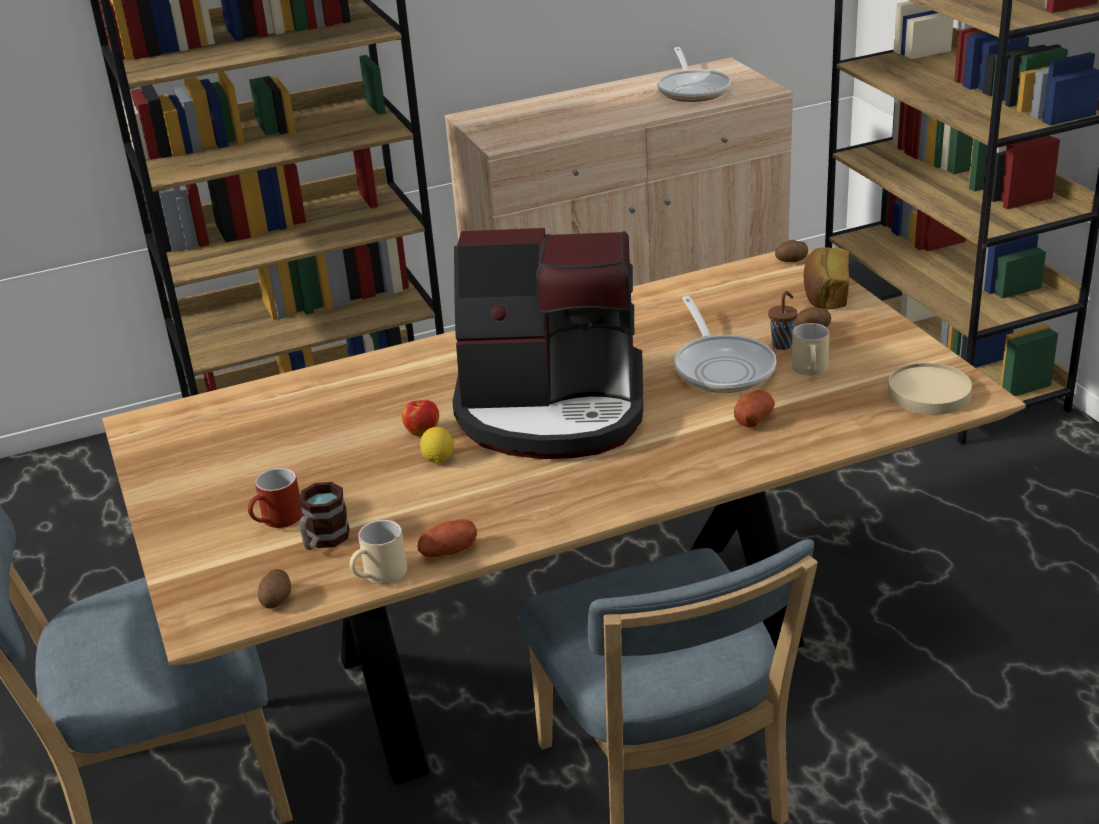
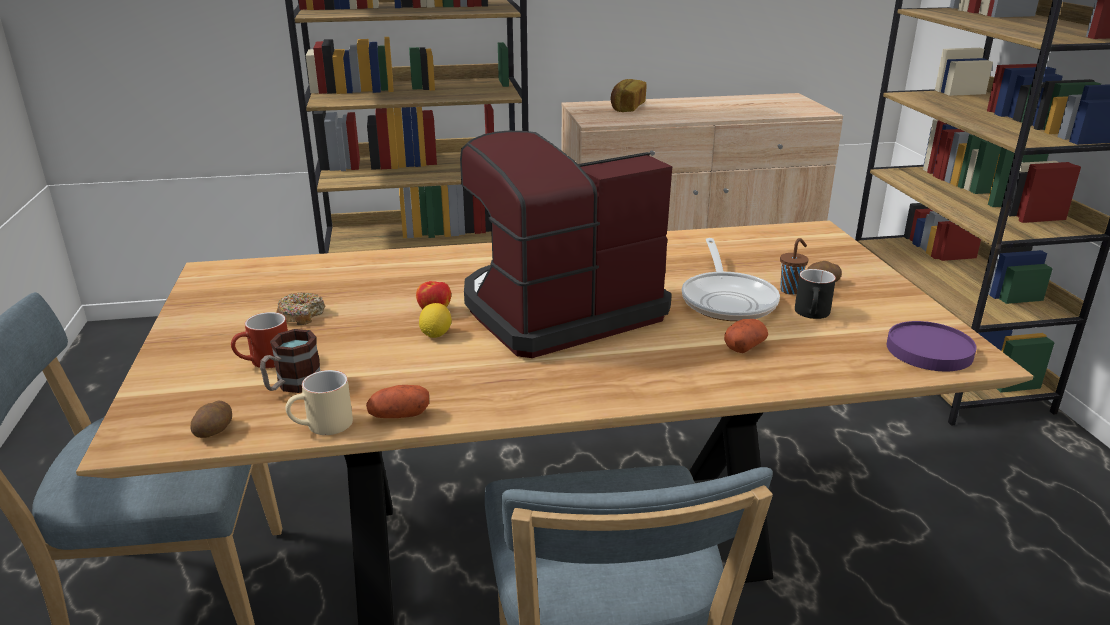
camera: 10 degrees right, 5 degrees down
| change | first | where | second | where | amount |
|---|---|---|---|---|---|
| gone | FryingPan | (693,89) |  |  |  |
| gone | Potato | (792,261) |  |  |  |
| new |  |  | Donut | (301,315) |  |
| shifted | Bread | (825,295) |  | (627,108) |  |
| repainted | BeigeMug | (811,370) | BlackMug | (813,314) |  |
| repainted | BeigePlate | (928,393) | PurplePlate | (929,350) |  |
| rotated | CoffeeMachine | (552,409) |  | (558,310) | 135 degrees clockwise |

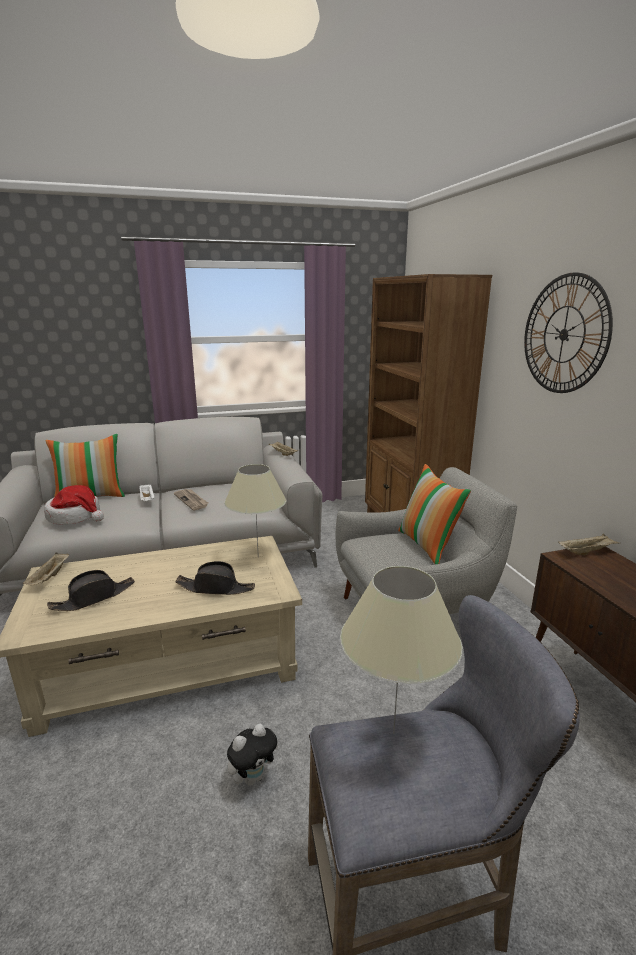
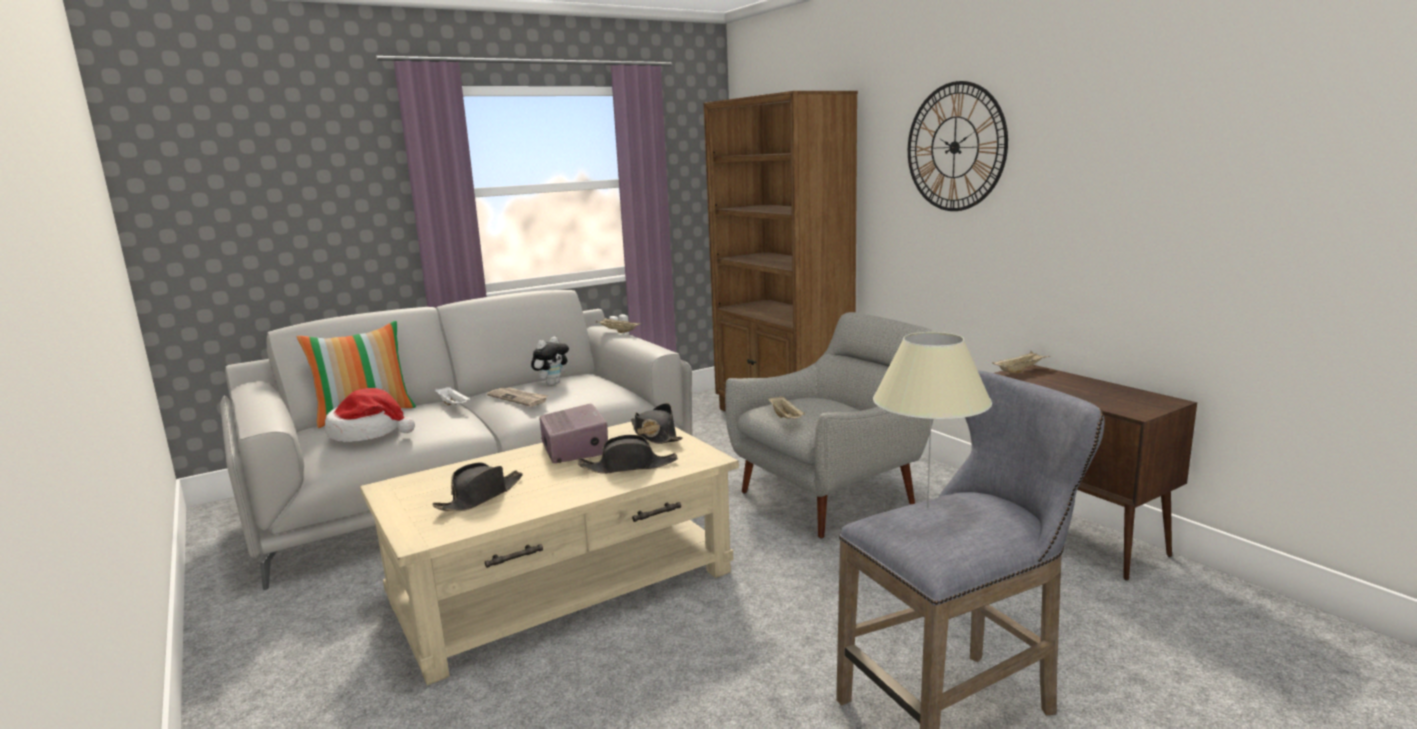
camera: 15 degrees left, 5 degrees down
| change | first | where | second | where | amount |
|---|---|---|---|---|---|
| gone | Pillow | (428,545) |  |  |  |
| new |  |  | Radio | (575,449) |  |
| shifted | BeigeTray | (49,578) |  | (786,418) |  |
| shifted | PlushToy | (253,777) |  | (552,383) |  |
| swapped | BeigeTableLamp | (258,557) | BlackHat | (655,435) |  |

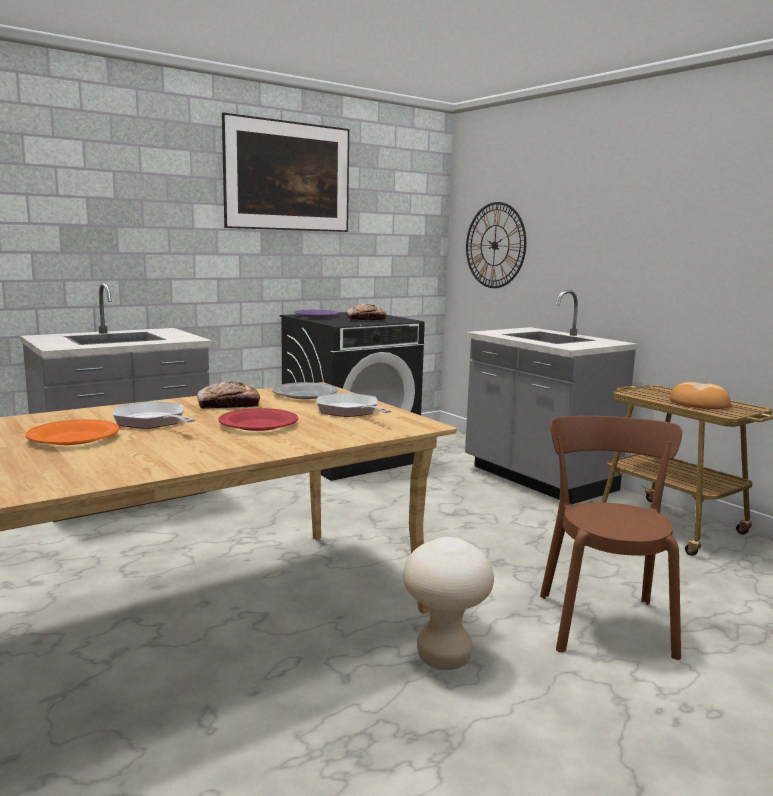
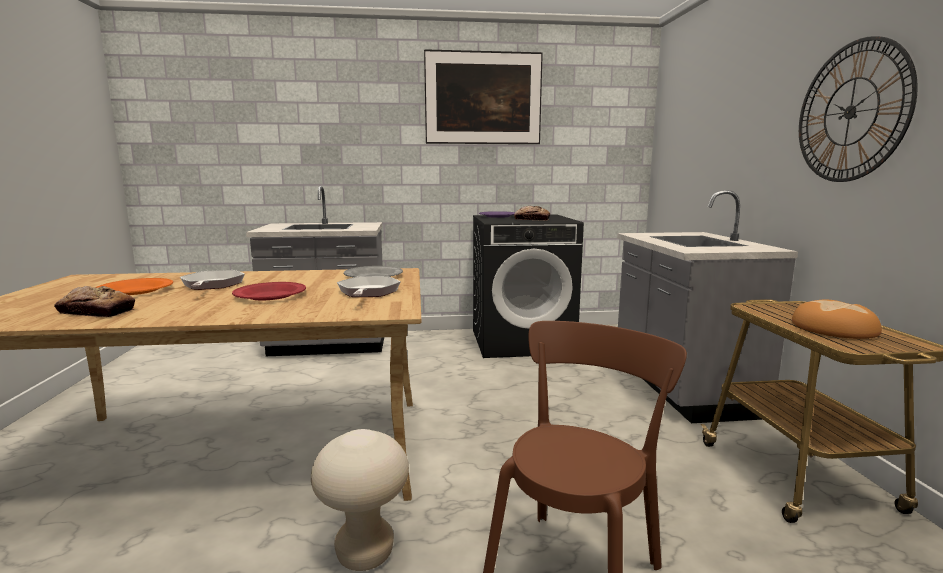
camera: 30 degrees right, 0 degrees up
| change | first | where | second | where | amount |
|---|---|---|---|---|---|
| shifted | Bread | (228,405) |  | (96,312) |  |
| shifted | WallClock | (495,245) |  | (850,112) |  |

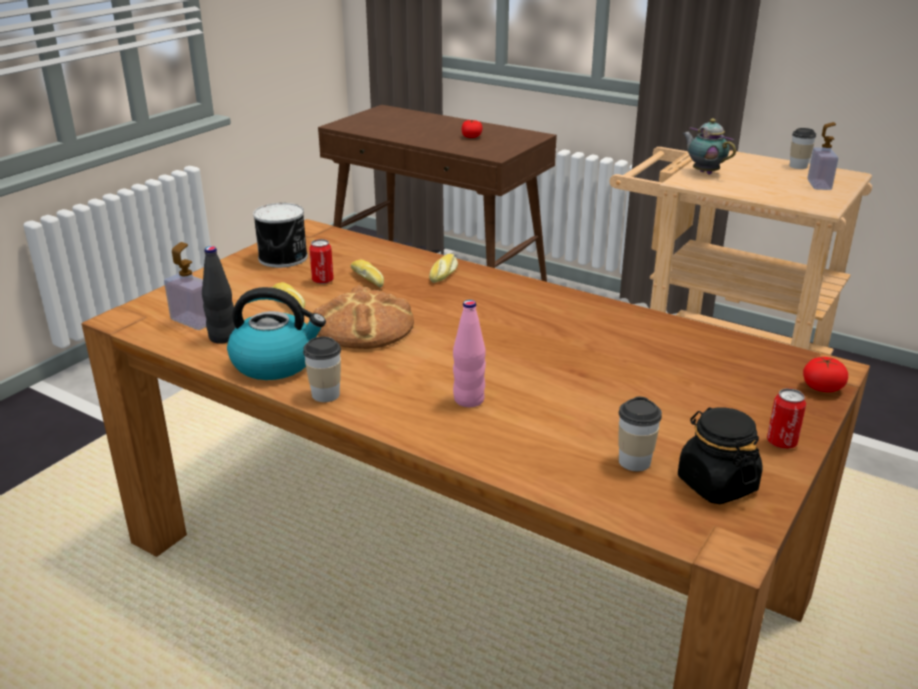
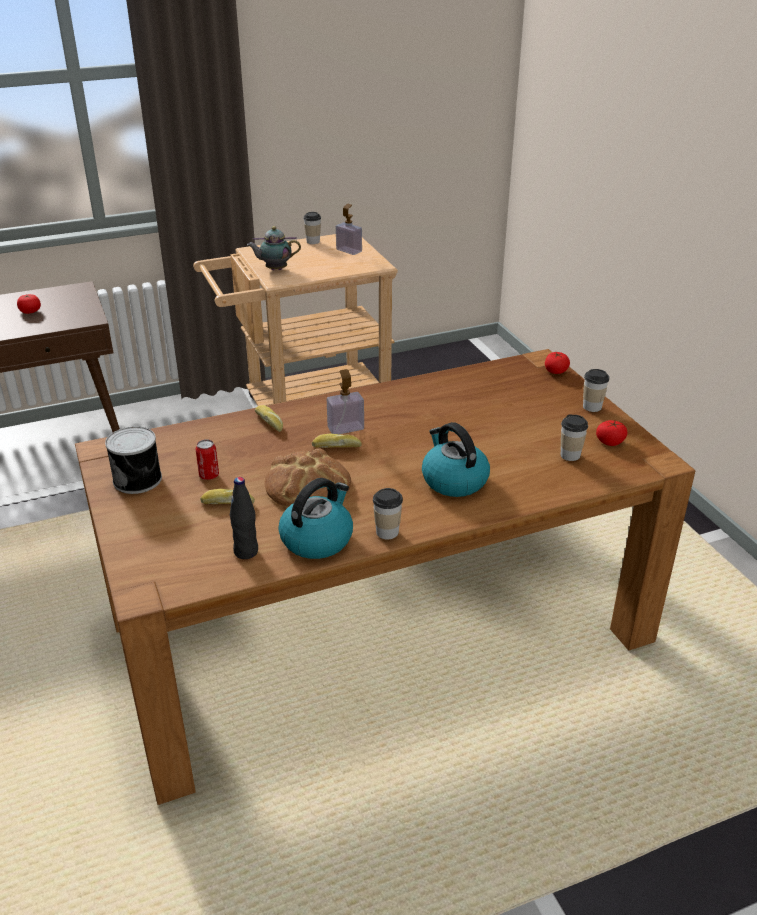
camera: 55 degrees left, 5 degrees up
| change | first | where | second | where | amount |
|---|---|---|---|---|---|
| shifted | SoapDispenser | (193,321) |  | (345,428) |  |
| shifted | Bread | (369,279) |  | (336,446) |  |
| swapped | PinkBottle | (469,400) | Kettle | (453,480) |  |
| swapped | BlackJar | (716,484) | Tomato | (610,441) |  |
| swapped | Can | (781,442) | Cup | (592,407) |  |

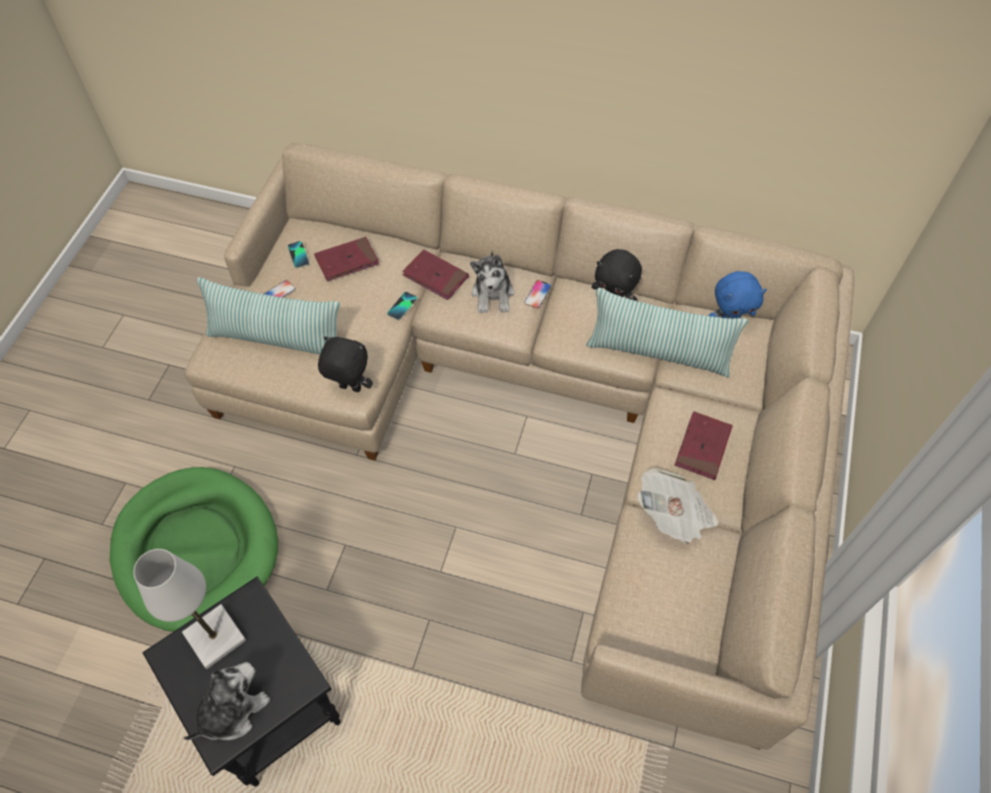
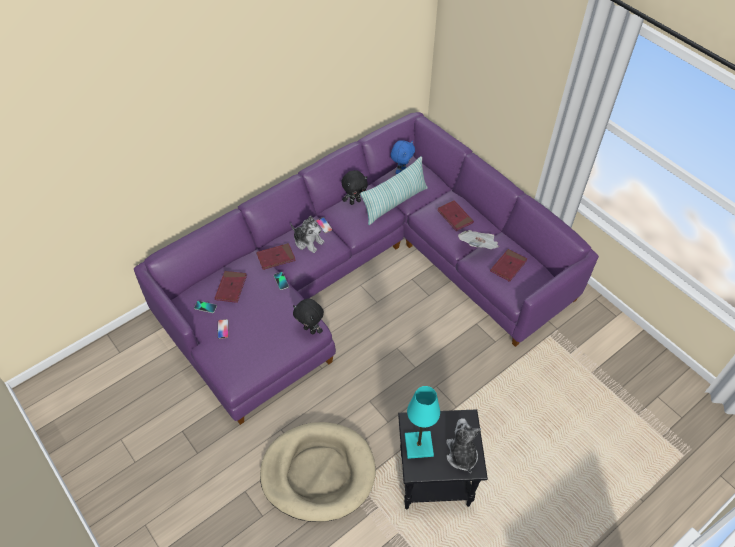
camera: 55 degrees left, 5 degrees down
| change | first | where | second | where | amount |
|---|---|---|---|---|---|
| gone | Pillow | (277,339) |  |  |  |
| new |  |  | RedBook | (508,266) |  |
| repainted | GreenDogBed | (196,550) | BeigeDogBed | (318,473) |  |
| repainted | WhiteTableLamp | (215,637) | TurquoiseTableLamp | (419,445) |  |
| repainted | BeigeSofa | (543,407) | PurpleSofa | (361,276) |  |
| rotated | BlackPlushToy | (349,389) |  | (310,330) | 105 degrees counterclockwise |

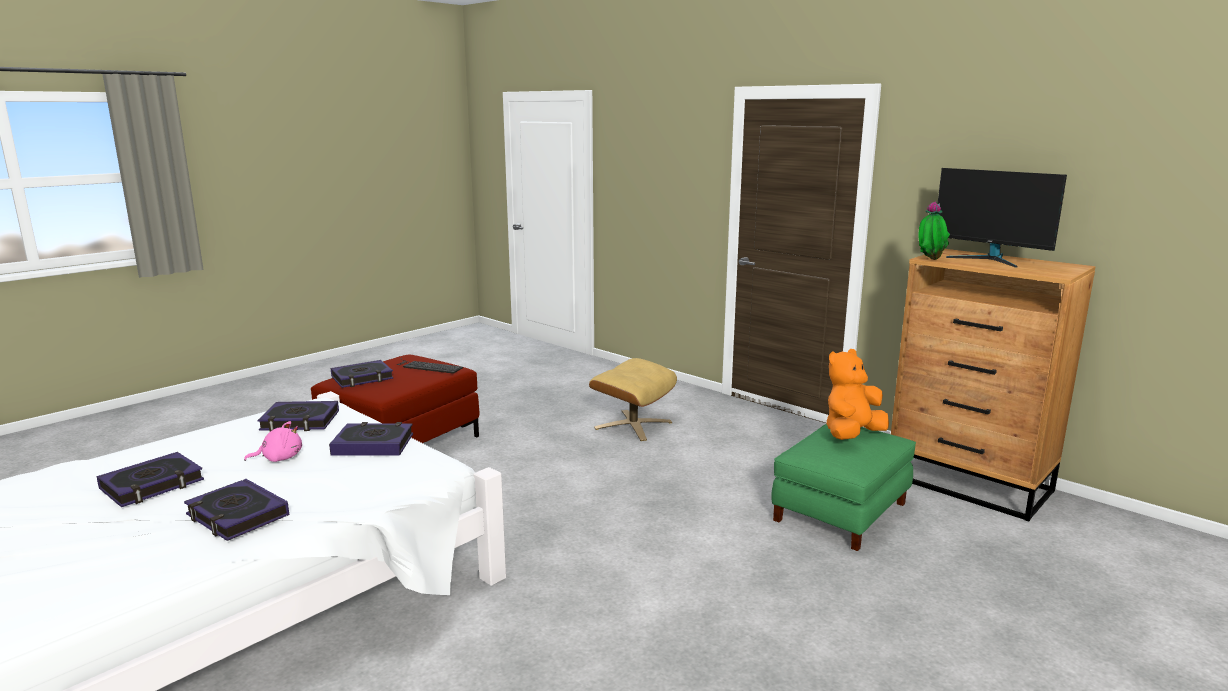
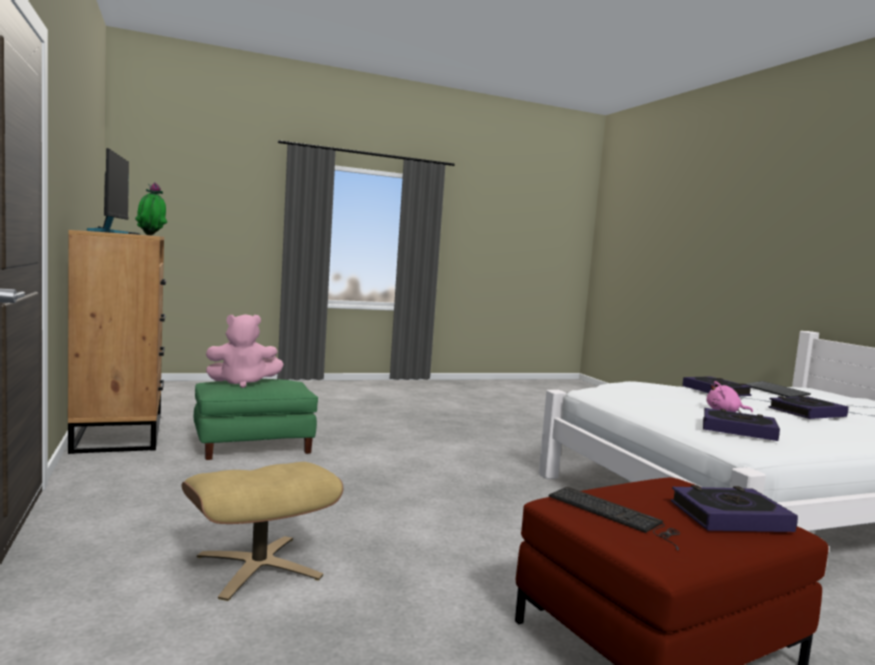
camera: 155 degrees left, 10 degrees down
| change | first | where | second | where | amount |
|---|---|---|---|---|---|
| gone | Book | (373,445) |  |  |  |
| new |  |  | Keyboard | (776,391) |  |
| repainted | OrangePlushToy | (852,435) | PinkPlushToy | (242,383) |  |

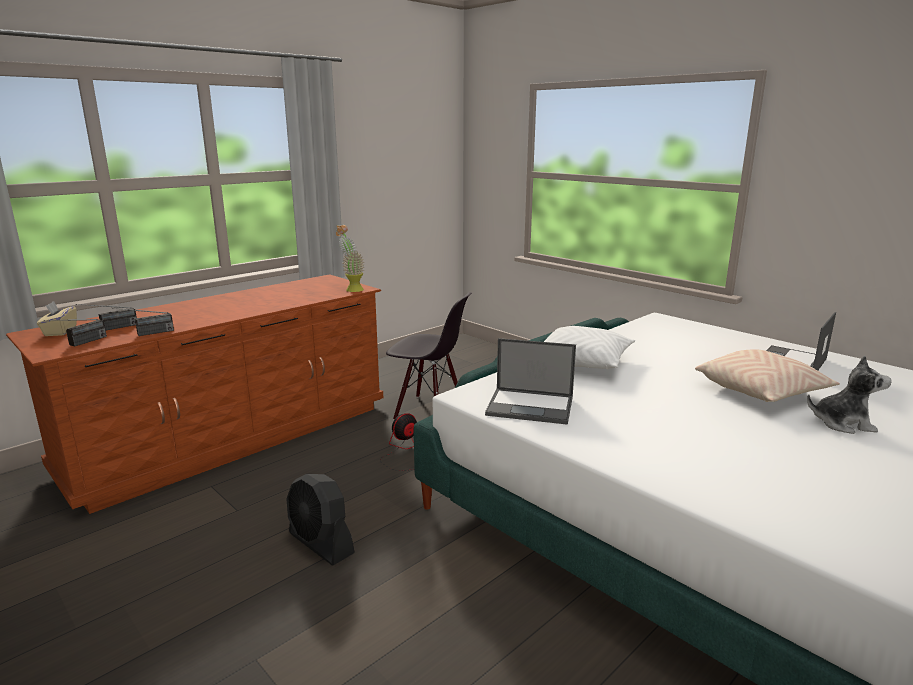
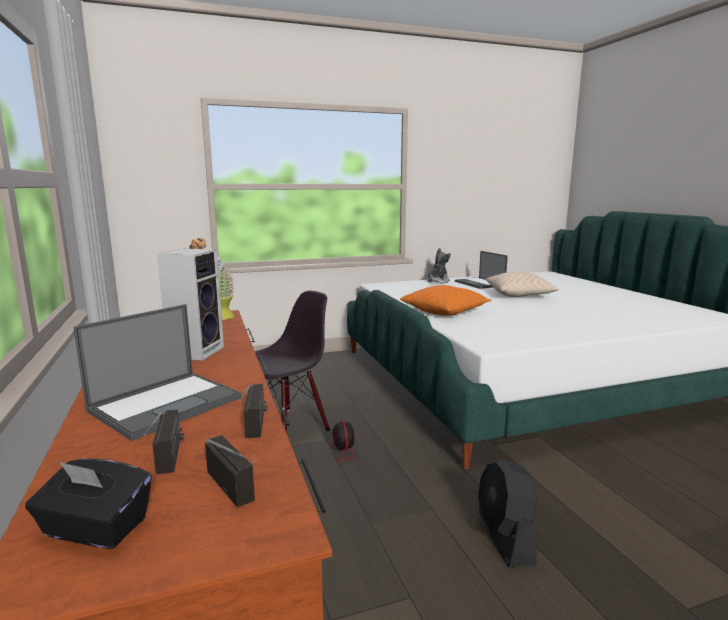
camera: 65 degrees left, 5 degrees down
| change | first | where | second | where | amount |
|---|---|---|---|---|---|
| new |  |  | Speaker | (196,351) |  |
| shifted | Laptop | (531,406) |  | (167,403) |  |
| shifted | PlushToy | (842,423) |  | (437,282) |  |
| repainted | BeigeTissueBox | (60,331) | BlackTissueBox | (95,529) |  |
| repainted | WhitePillow | (583,362) | OrangePillow | (445,311) |  |
| rotated | BlackFan | (321,543) |  | (505,537) | 105 degrees clockwise |

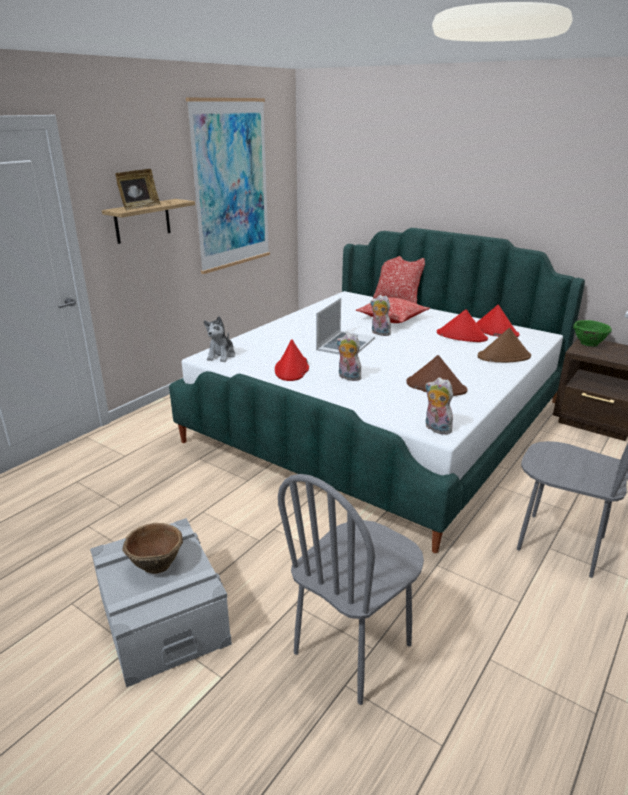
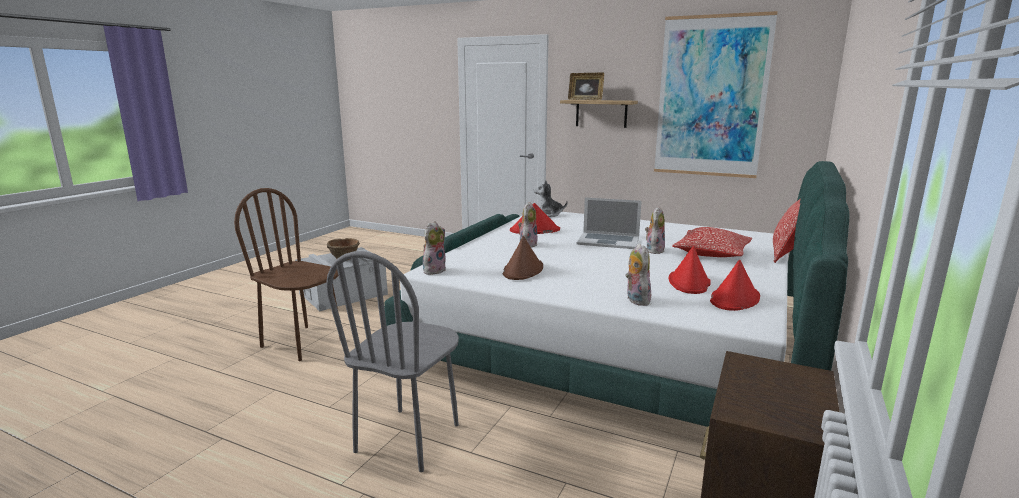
camera: 80 degrees right, 10 degrees down
| change | first | where | second | where | amount |
|---|---|---|---|---|---|
| gone | GreenBowl | (588,343) |  |  |  |
| swapped | BrownHat | (504,357) | PlushToy | (635,300) |  |
| repainted | GreyChair | (353,649) | BrownChair | (302,343) |  |

